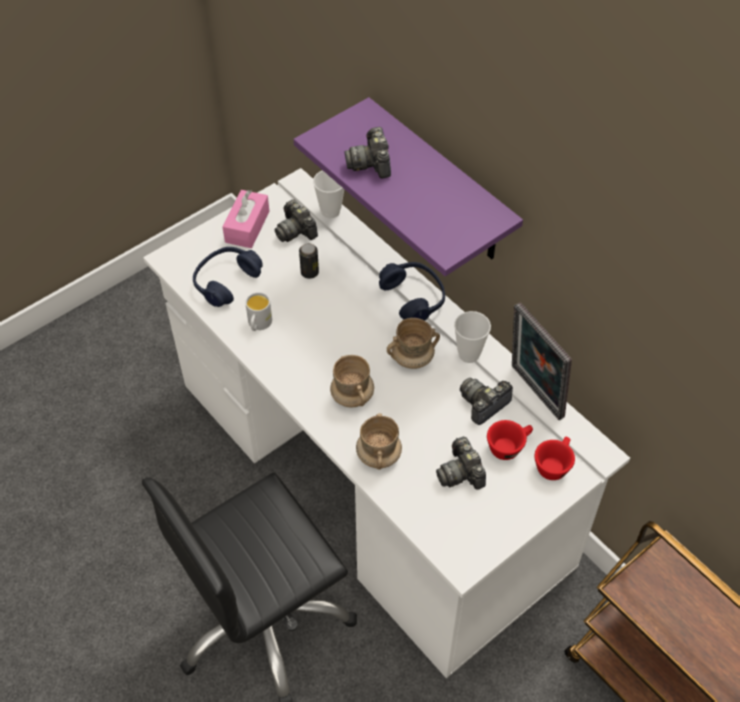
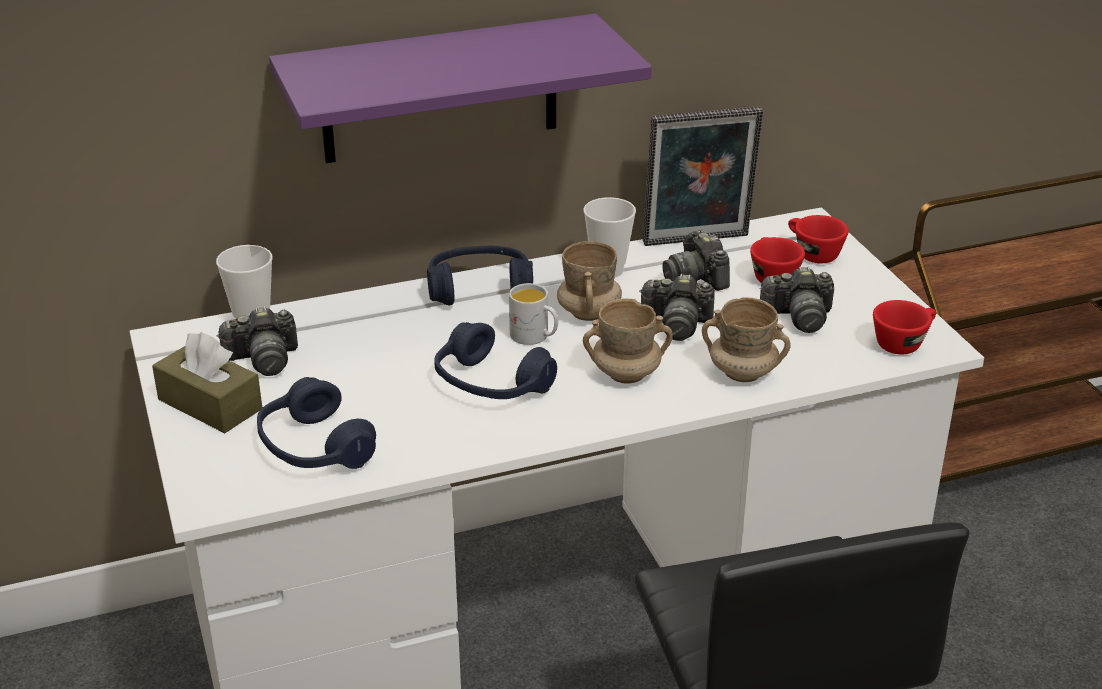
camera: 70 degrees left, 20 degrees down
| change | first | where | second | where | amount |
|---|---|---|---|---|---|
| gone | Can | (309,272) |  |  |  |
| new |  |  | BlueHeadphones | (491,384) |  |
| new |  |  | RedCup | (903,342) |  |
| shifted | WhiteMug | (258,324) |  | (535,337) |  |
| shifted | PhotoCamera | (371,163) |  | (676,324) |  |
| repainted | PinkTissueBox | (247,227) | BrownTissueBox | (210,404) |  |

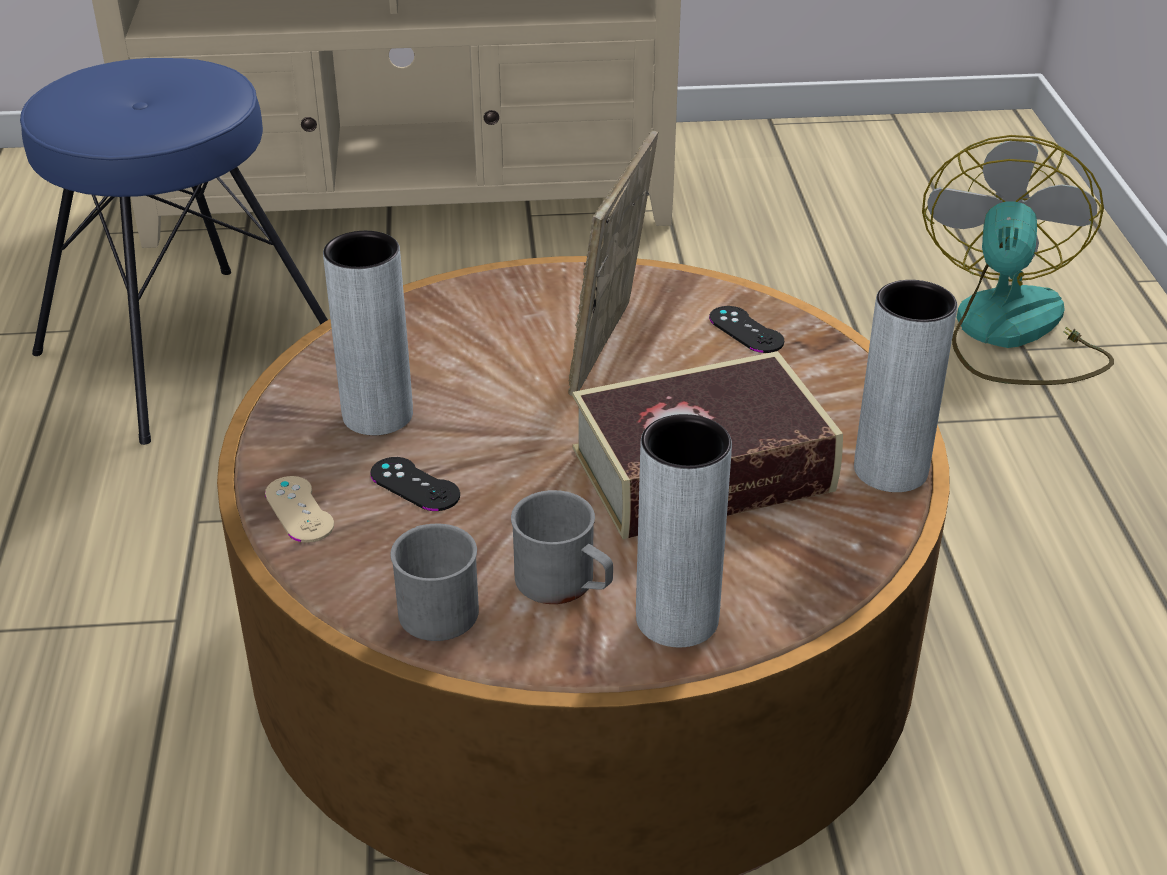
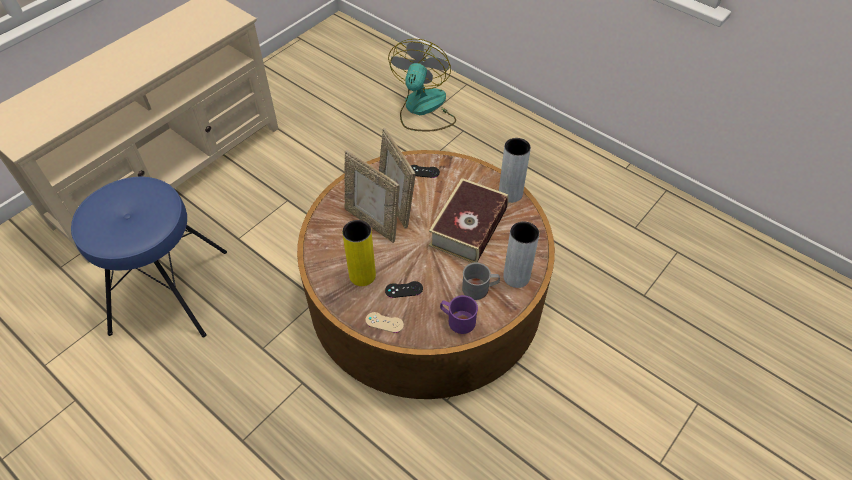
camera: 45 degrees left, 15 degrees up
| change | first | where | second | where | amount |
|---|---|---|---|---|---|
| new |  |  | PictureFrame | (372,222) |  |
| repainted | GreyVase | (377,415) | YellowVase | (362,275) |  |
| repainted | GreyMug | (435,604) | PurpleMug | (457,320) |  |
| rotated | Fan | (1010,334) |  | (423,109) | 45 degrees clockwise |

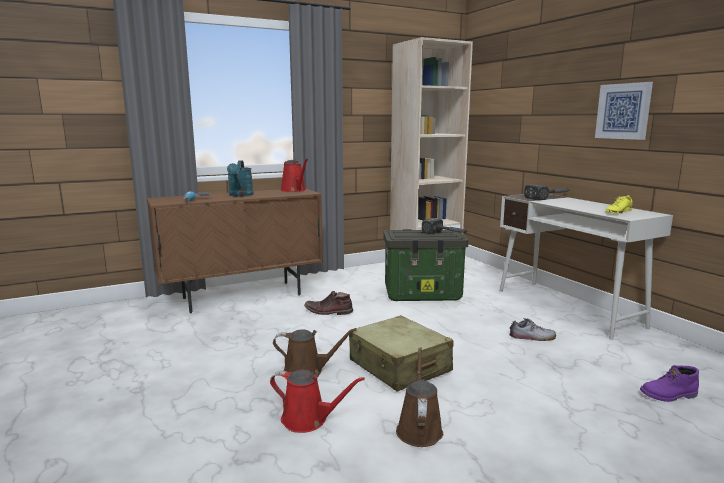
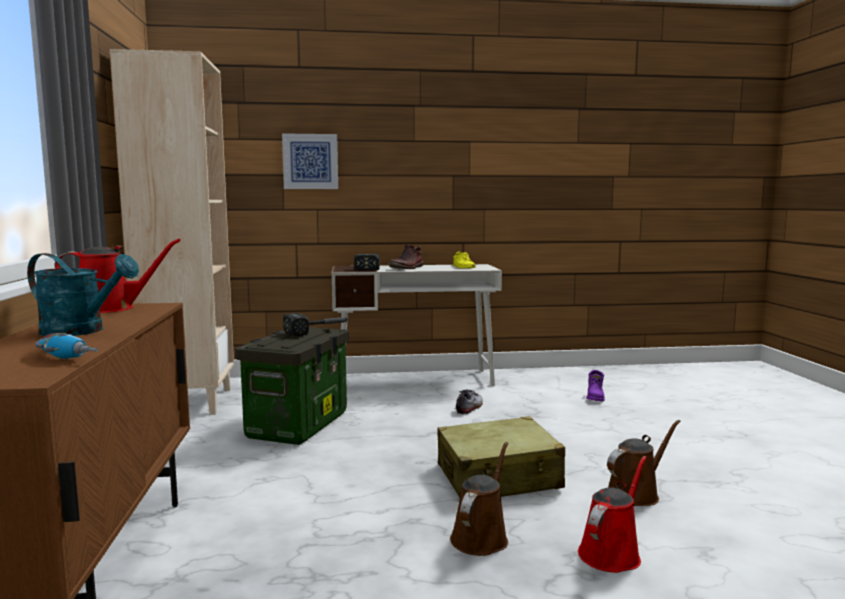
camera: 70 degrees left, 5 degrees down
| change | first | where | second | where | amount |
|---|---|---|---|---|---|
| shifted | BrownBoot | (328,311) |  | (407,268) |  |
| shifted | Picture | (623,111) |  | (310,161) |  |
| rotated | BrownWateringCan | (419,428) |  | (636,493) | 120 degrees clockwise |

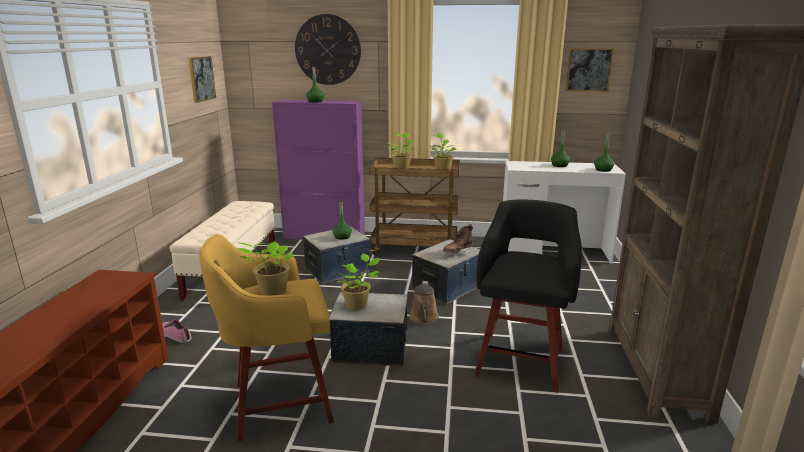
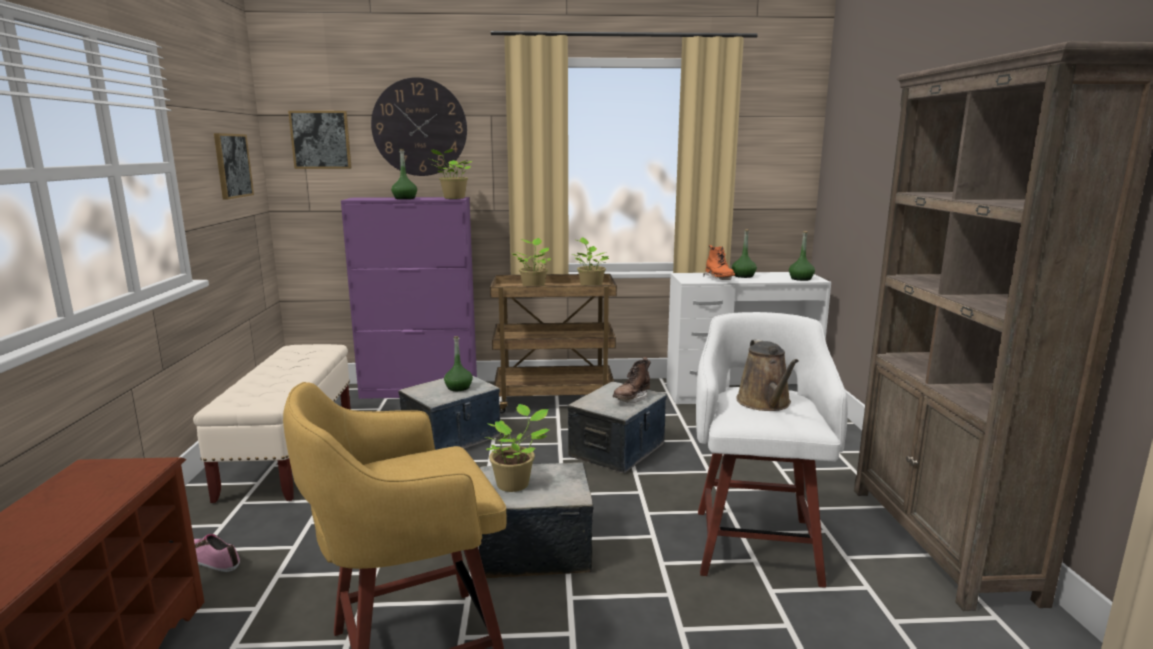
camera: 10 degrees left, 5 degrees down
| change | first | where | second | where | amount |
|---|---|---|---|---|---|
| new |  |  | OrangeBoot | (719,279) |  |
| shifted | PottedPlant | (271,292) |  | (453,198) |  |
| shifted | BrownWateringCan | (423,318) |  | (765,403) |  |
| shifted | Picture | (588,70) |  | (321,140) |  |
| repainted | BlackStool | (521,359) | WhiteStool | (756,543) |  |

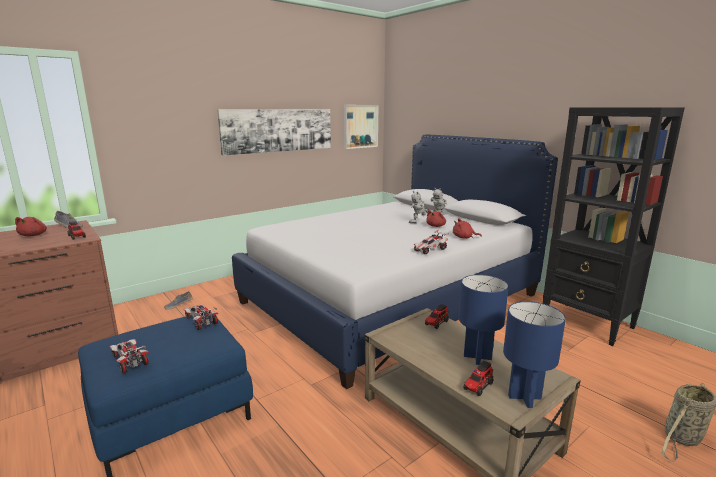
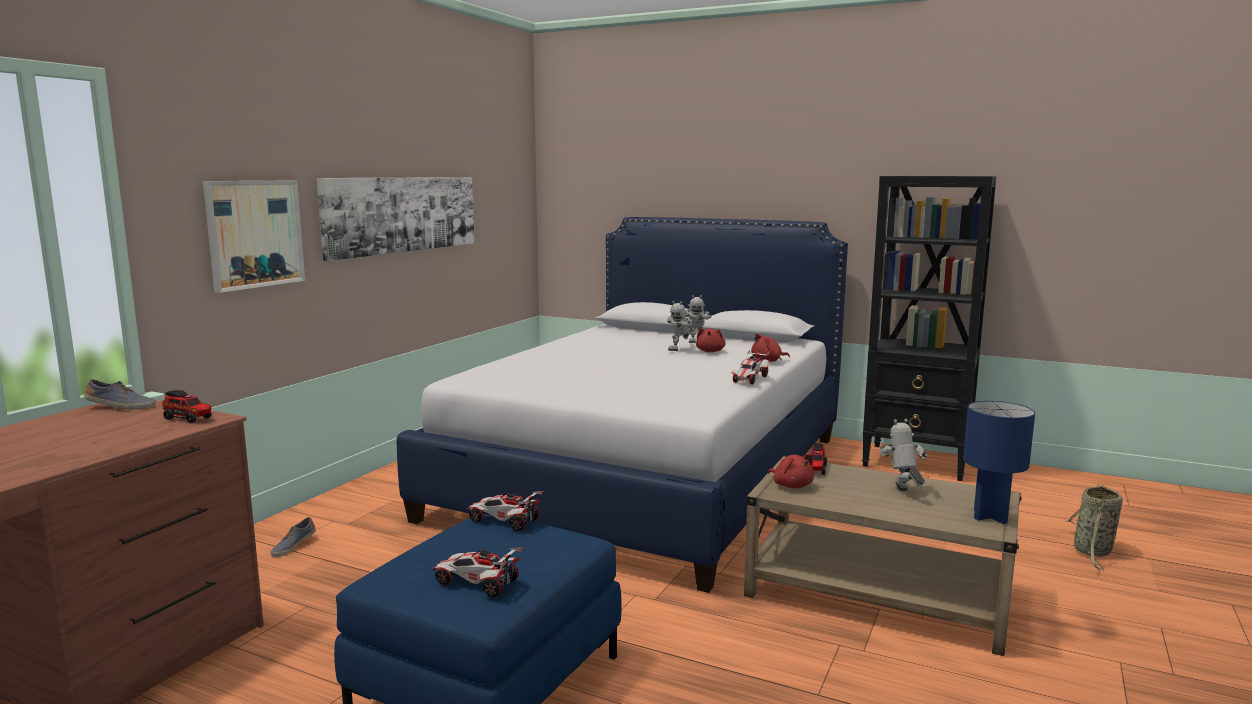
camera: 25 degrees left, 5 degrees down
| change | first | where | second | where | amount |
|---|---|---|---|---|---|
| gone | ToyTruck | (477,387) |  |  |  |
| shifted | RedPlushToy | (34,235) |  | (791,485) |  |
| shifted | Picture | (360,126) |  | (254,234) |  |
| swapped | BlueTableLamp | (477,357) | ToyRobot | (902,493) |  |

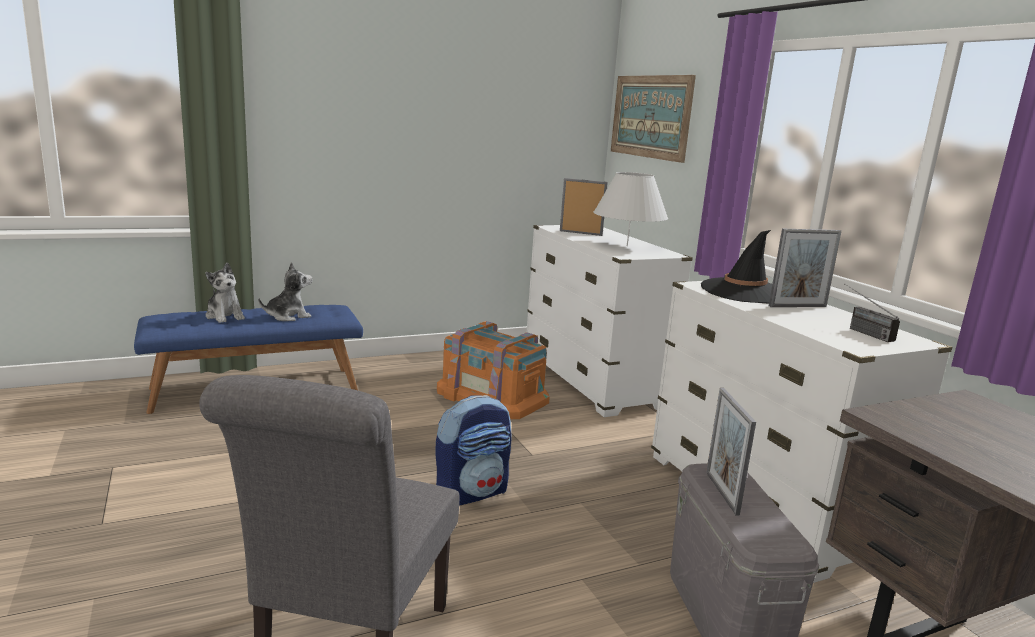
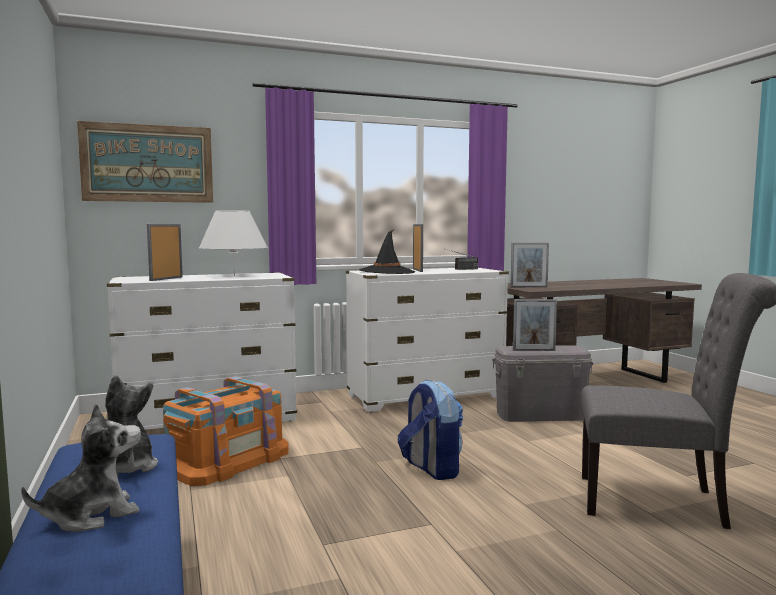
camera: 85 degrees left, 10 degrees down
| change | first | where | second | where | amount |
|---|---|---|---|---|---|
| new |  |  | PictureFrame | (529,287) |  |

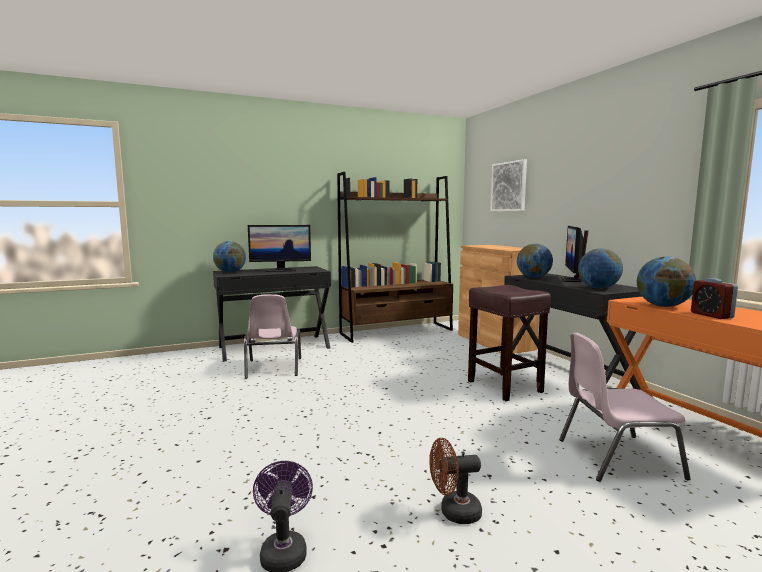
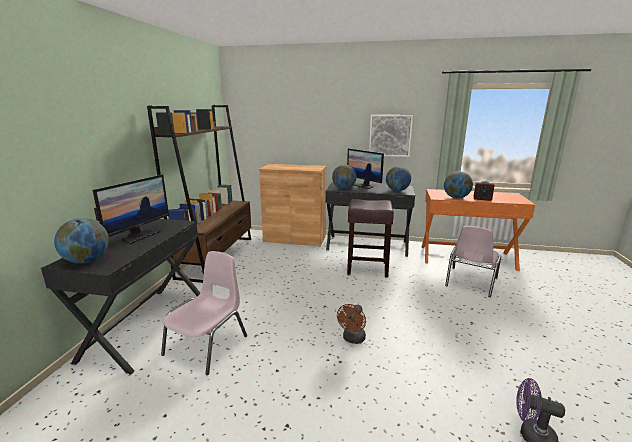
camera: 55 degrees left, 10 degrees up
| change | first | where | second | where | amount |
|---|---|---|---|---|---|
| shifted | BrownFan | (454,512) |  | (352,339) |  |
| shifted | Picture | (509,186) |  | (390,135) |  |
| rotated | PinkChair | (273,368) |  | (208,345) | 90 degrees counterclockwise |

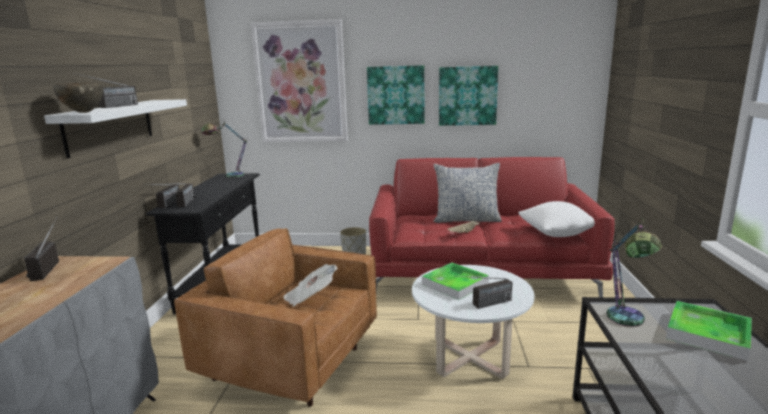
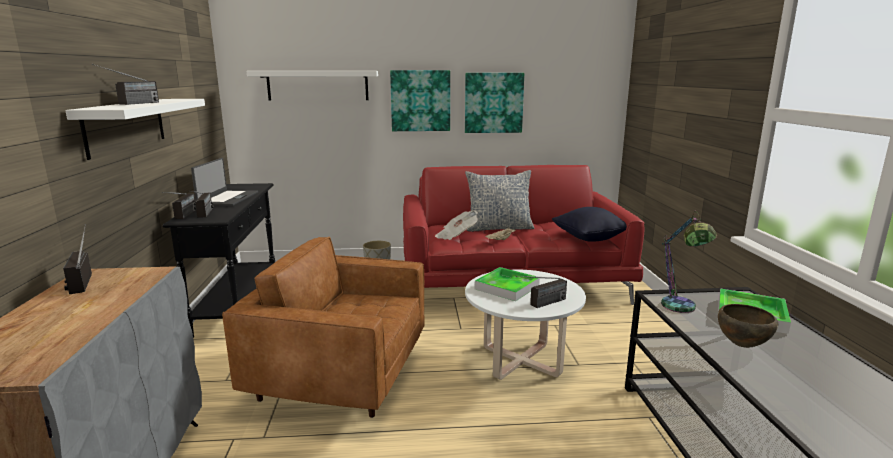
camera: 10 degrees left, 0 degrees up
| change | first | where | second | where | amount |
|---|---|---|---|---|---|
| gone | TableLamp | (229,176) |  |  |  |
| new |  |  | Laptop | (227,199) |  |
| shifted | BrownBowl | (84,112) |  | (741,345) |  |
| shifted | Newspaper | (310,298) |  | (456,236) |  |
| swapped | Picture | (301,83) | WhiteShelf | (318,85) |  |
| repainted | WhitePillow | (556,233) | BlackPillow | (589,238) |  |

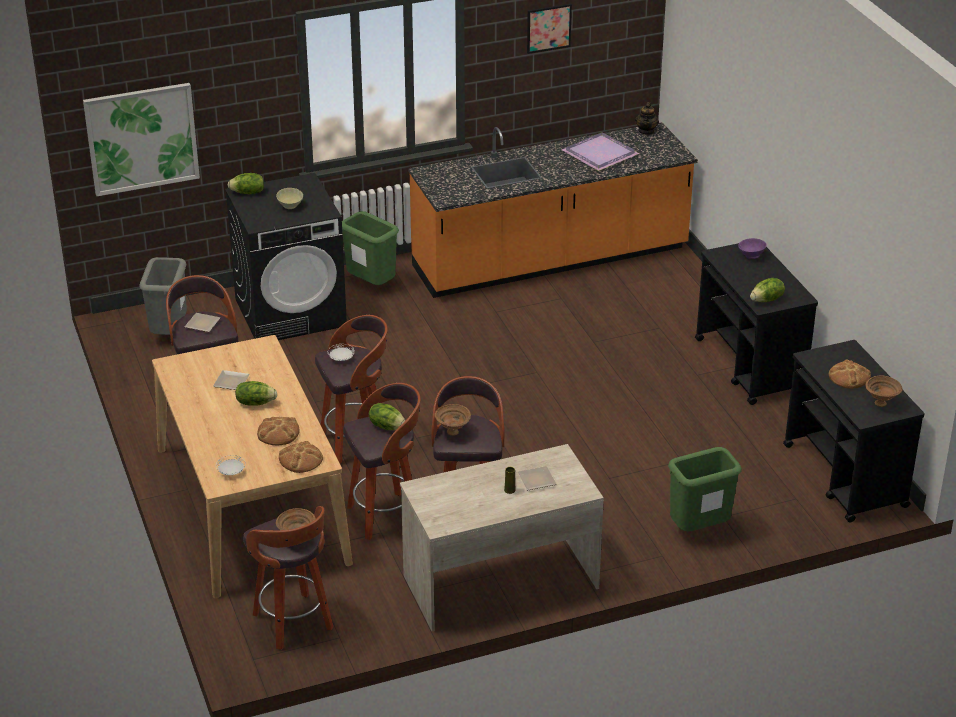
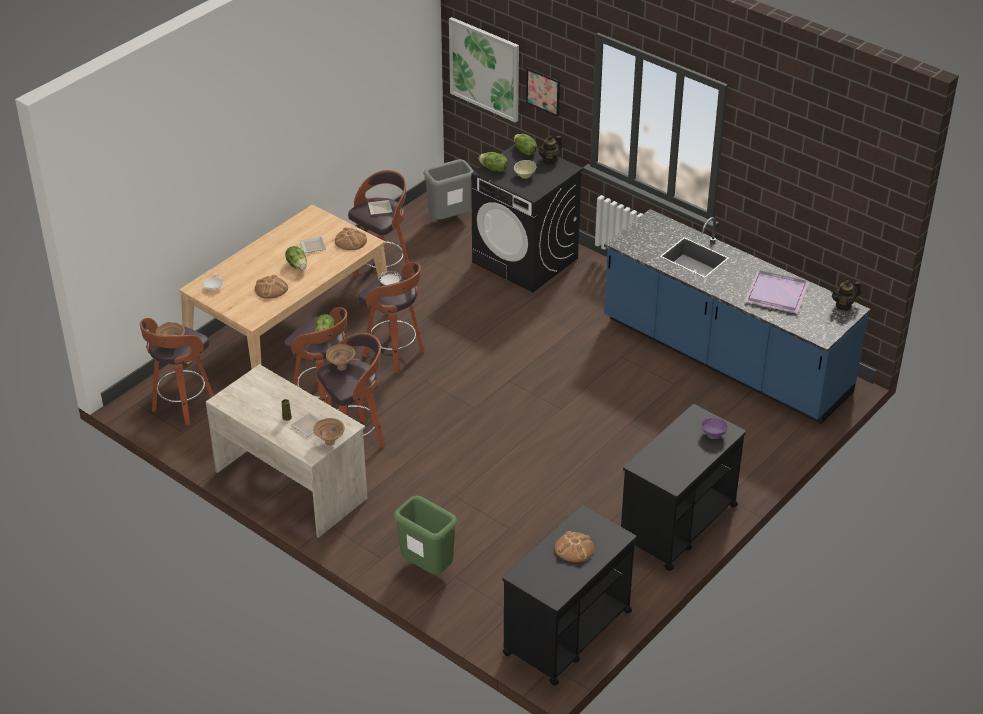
camera: 60 degrees right, 5 degrees up
| change | first | where | second | where | amount |
|---|---|---|---|---|---|
| gone | GreenTrashCan | (372,285) |  |  |  |
| new |  |  | Teapot | (549,160) |  |
| shifted | Bread | (300,459) |  | (350,241) |  |
| shifted | Picture | (548,28) |  | (543,91) |  |
| shifted | Lettuce | (767,300) |  | (493,169) |  |
| shifted | BrownBowl | (881,403) |  | (330,442) |  |
| repainted | OrangeCounter | (551,260) | BlueCounter | (724,358) |  |

